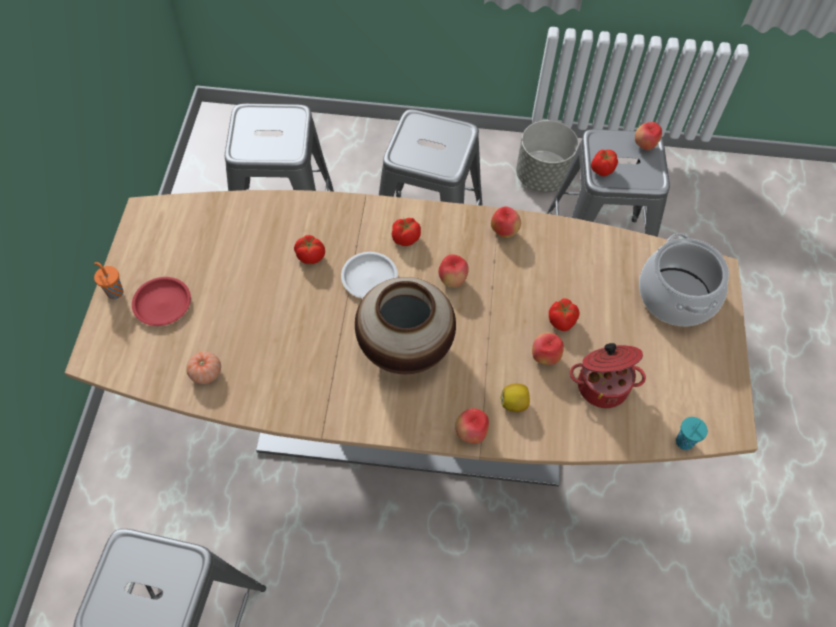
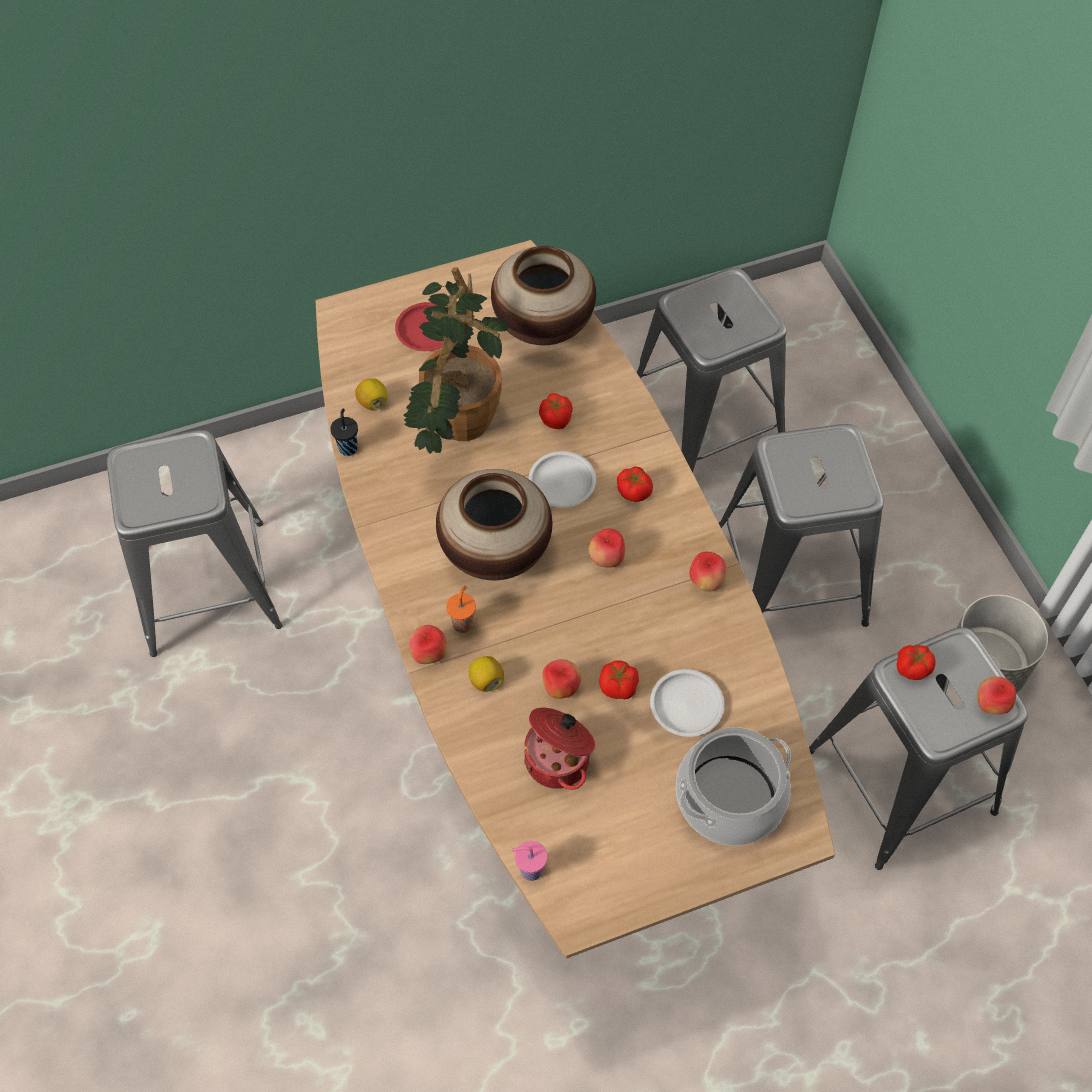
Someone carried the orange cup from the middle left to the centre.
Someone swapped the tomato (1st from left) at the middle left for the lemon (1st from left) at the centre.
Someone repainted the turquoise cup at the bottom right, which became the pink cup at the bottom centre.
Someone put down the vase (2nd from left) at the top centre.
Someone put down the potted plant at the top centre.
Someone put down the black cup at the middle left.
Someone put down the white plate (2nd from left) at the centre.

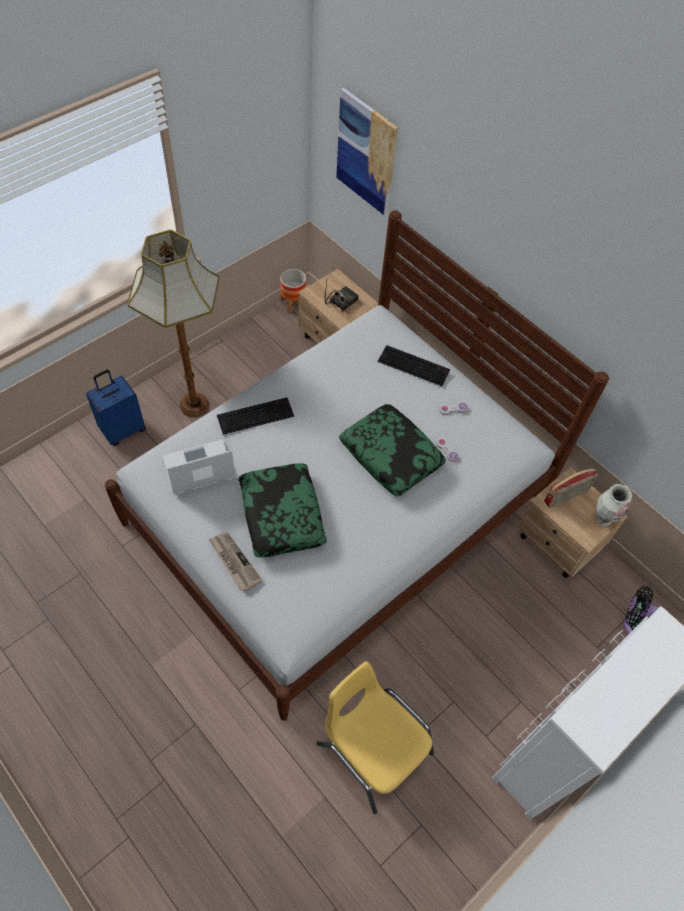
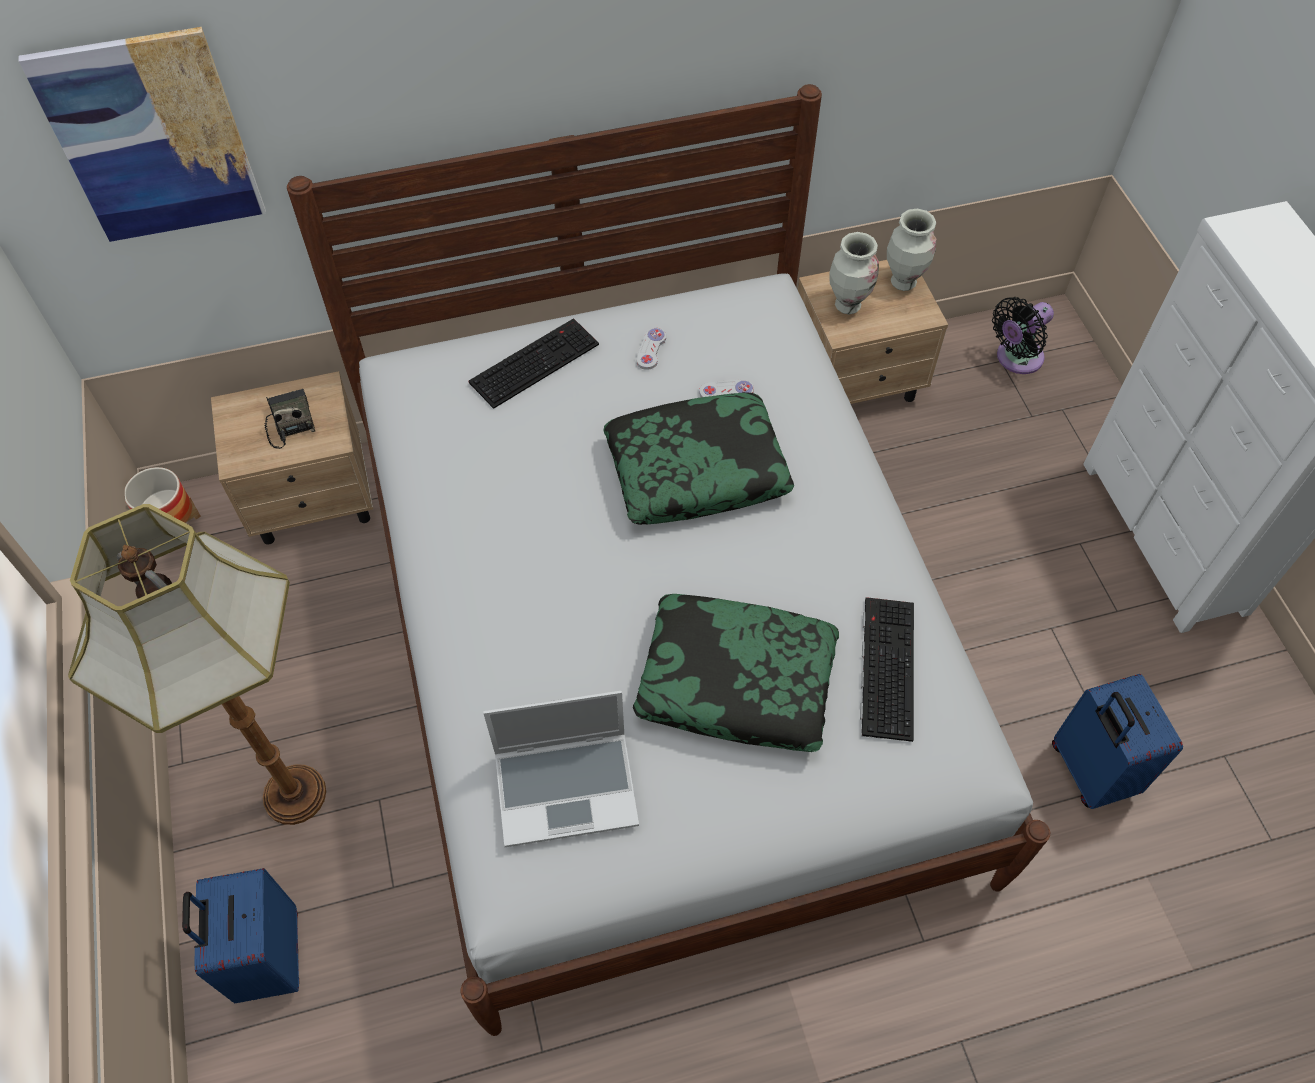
Someone carried the keyboard (1st from left in the first image) from the centre to the middle right.
Someone rotated the laptop at the middle left by 105 degrees counterclockwise.
Someone swapped the radio (2nd from left) at the middle right for the vase (1st from left) at the top centre.
Someone took away the newspaper at the centre.
Someone swapped the yellow chair at the bottom centre for the blue suitcase (2nd from left) at the bottom right.

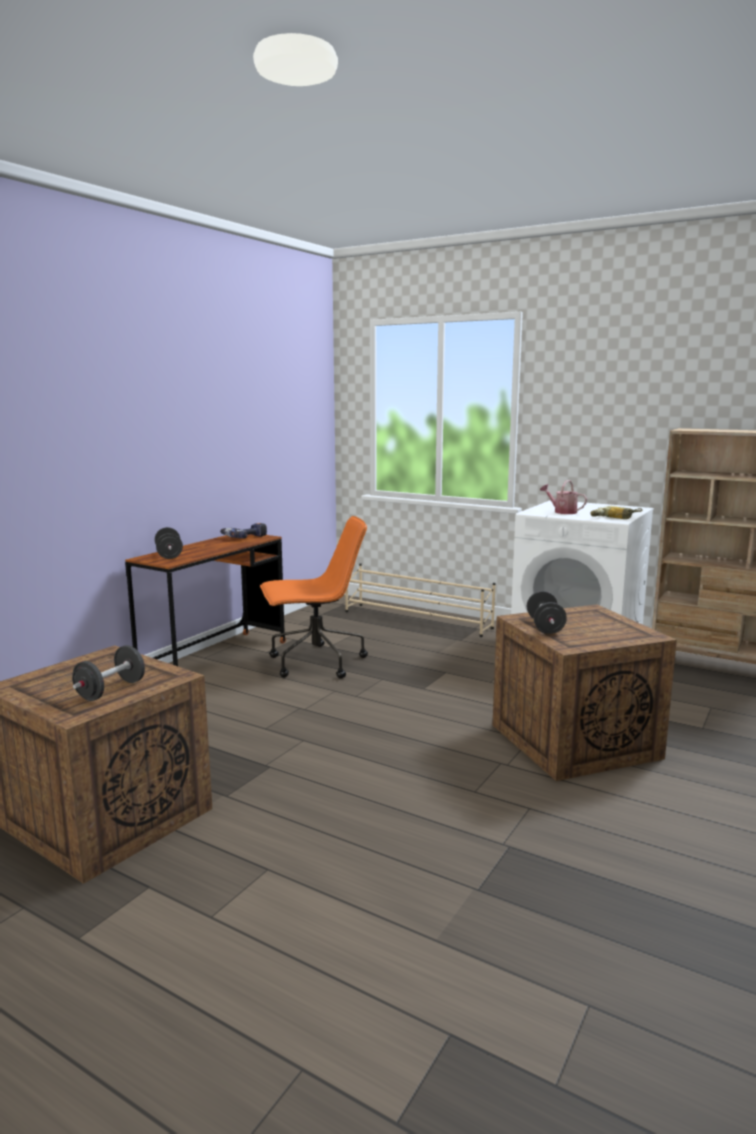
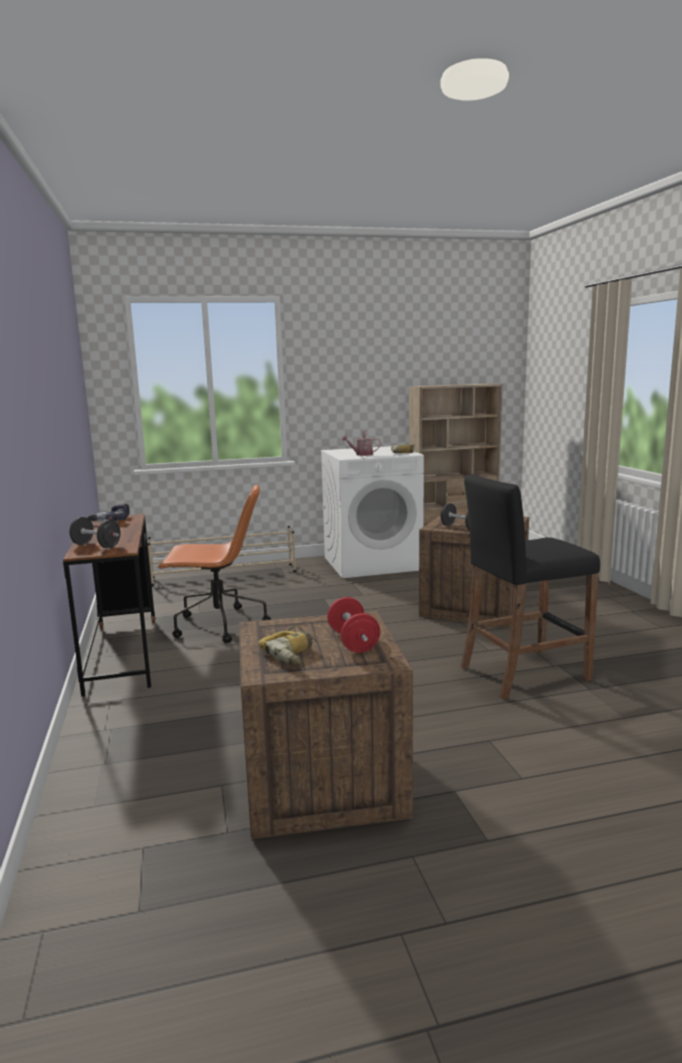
Someone rotated the orange office chair at the centre by 60 degrees clockwise.
Someone repainted the black dumbbell (1st from left) at the middle left, which became the red dumbbell at the centre.
Someone put down the black stool at the middle right.
Someone put down the power drill (2nd from left) at the centre.

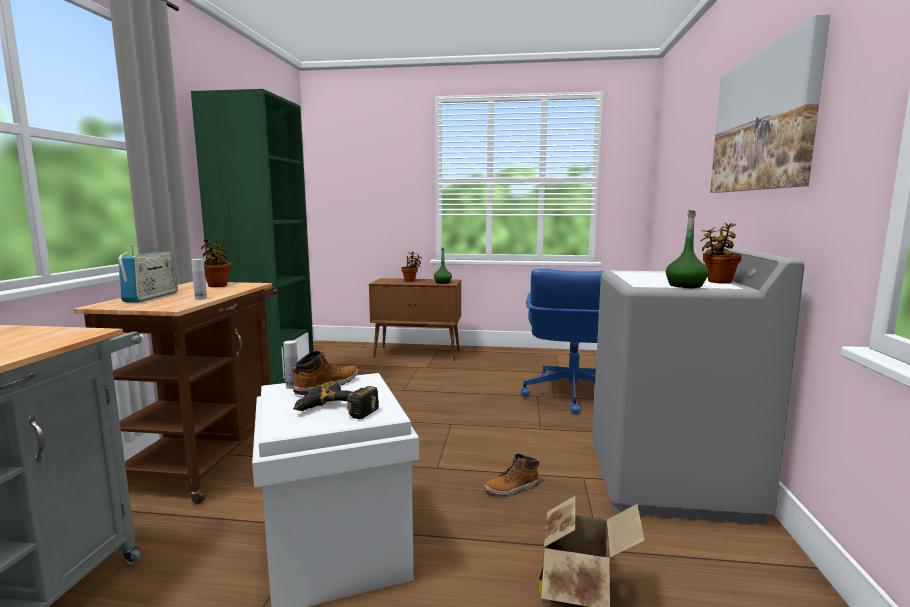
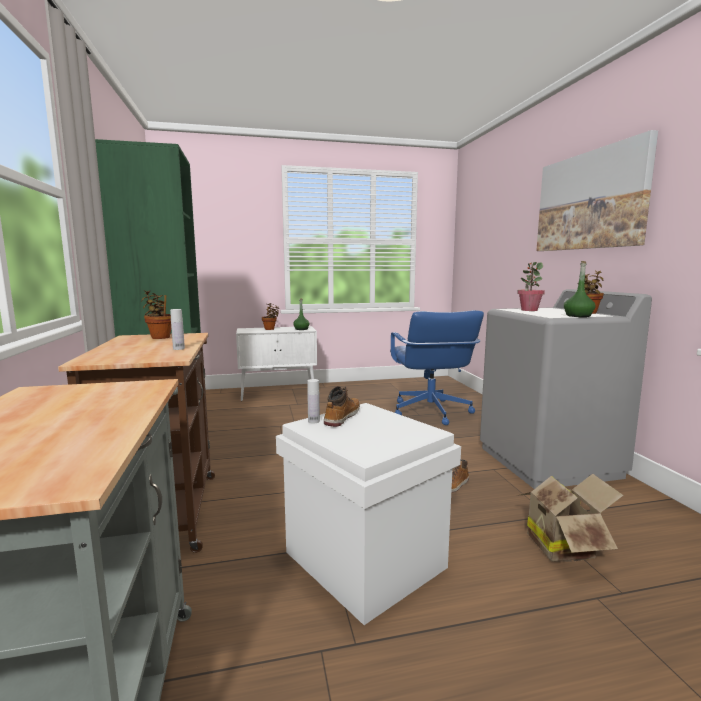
Someone took away the radio at the middle left.
Someone repainted the brown cabinet at the centre, which became the white cabinet at the centre.
Someone took away the power drill at the centre.
Someone put down the potted plant (3rd from left) at the middle right.

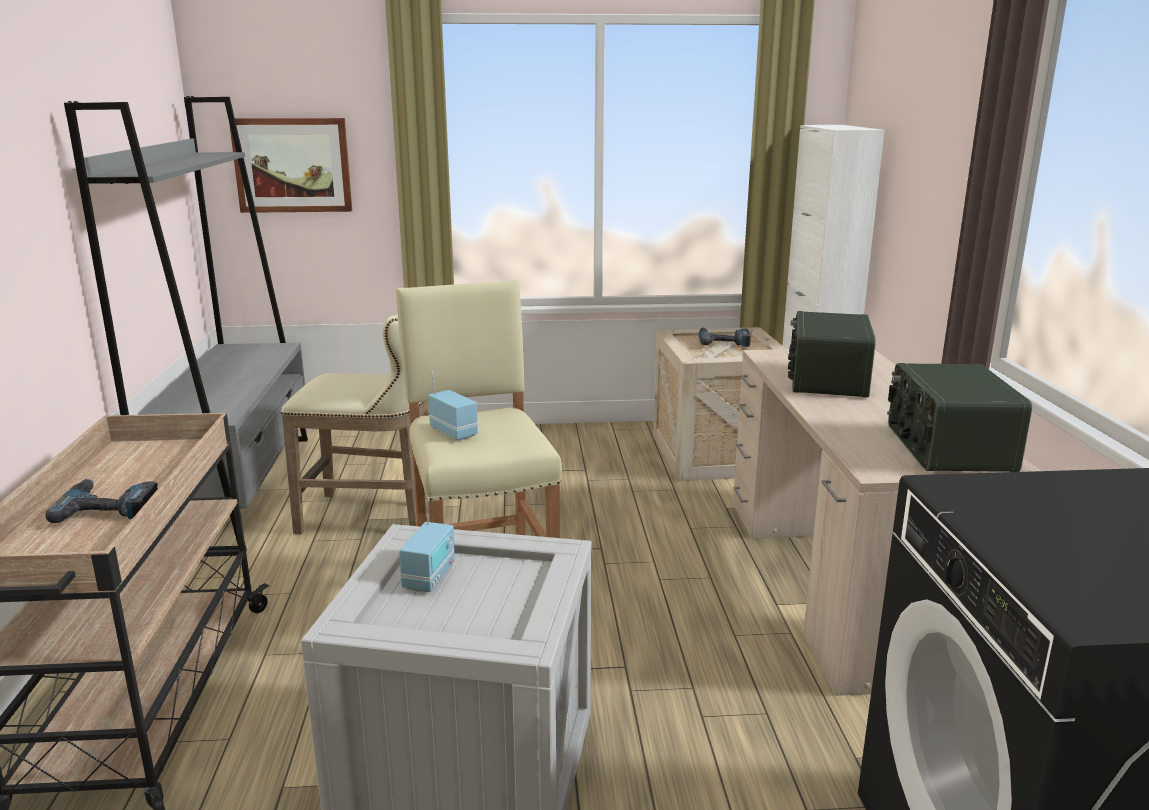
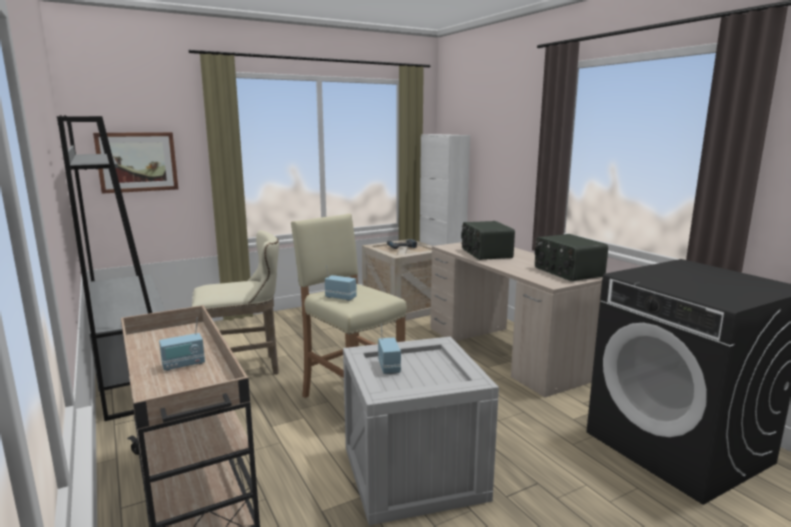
Someone swapped the power drill (1st from left) at the middle left for the radio (1st from left) at the middle left.

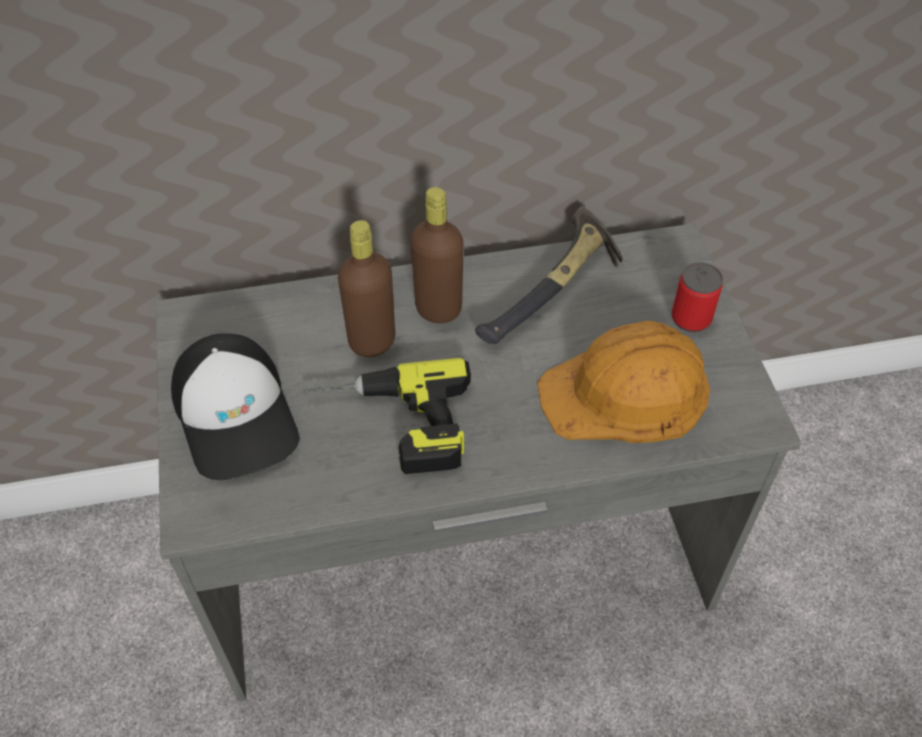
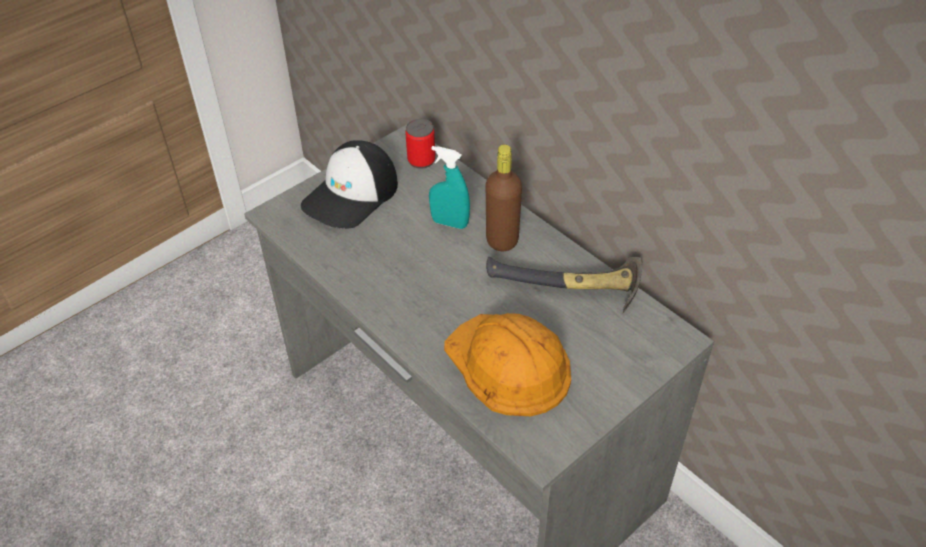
Someone swapped the brown bottle (1st from left) at the centre for the turquoise spray bottle at the centre.
Someone carried the can from the middle right to the top centre.
Someone took away the power drill at the centre.

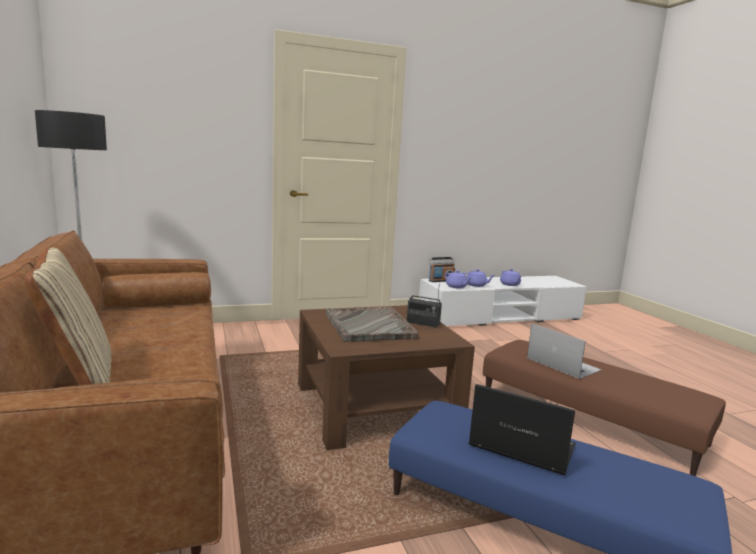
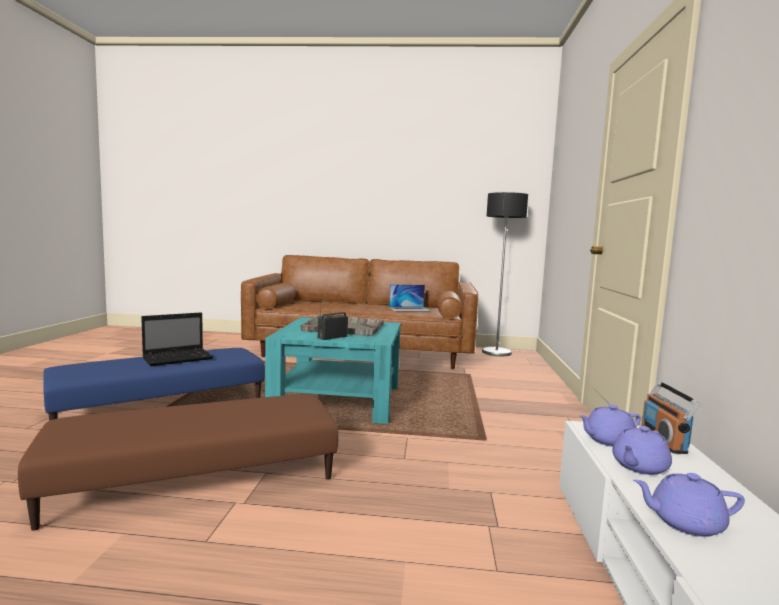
Someone took away the beige pillow at the middle left.
Someone repainted the brown coffee table at the bottom centre, which became the turquoise coffee table at the centre.
Someone carried the laptop (2nd from left) from the middle right to the centre.

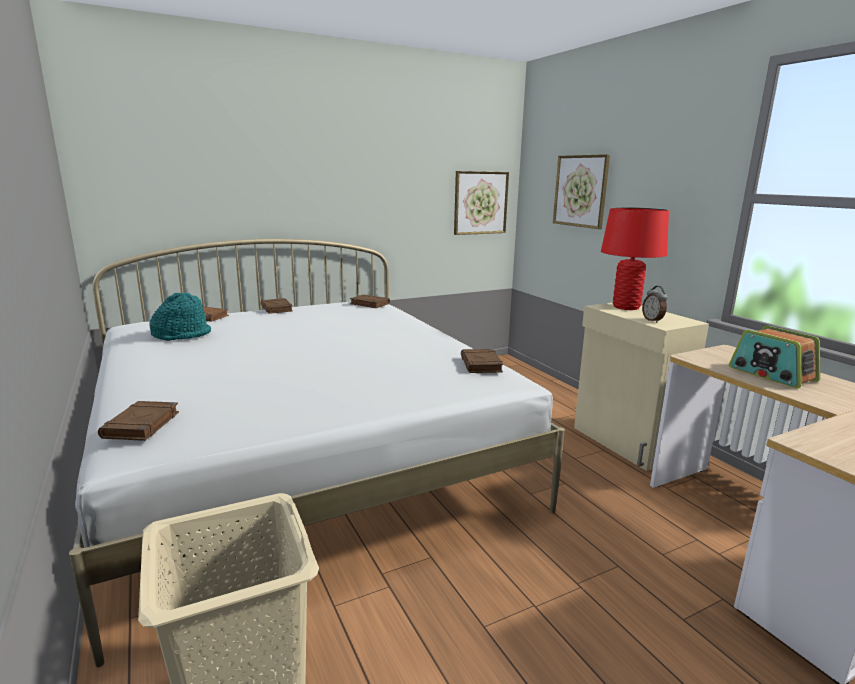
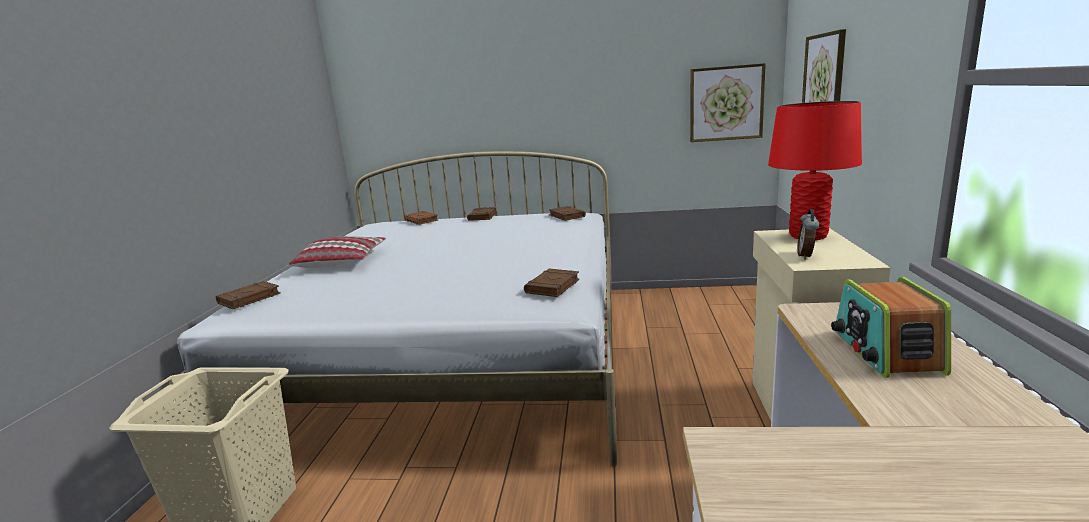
Someone took away the turquoise hat at the middle left.
Someone put down the pillow at the middle left.

